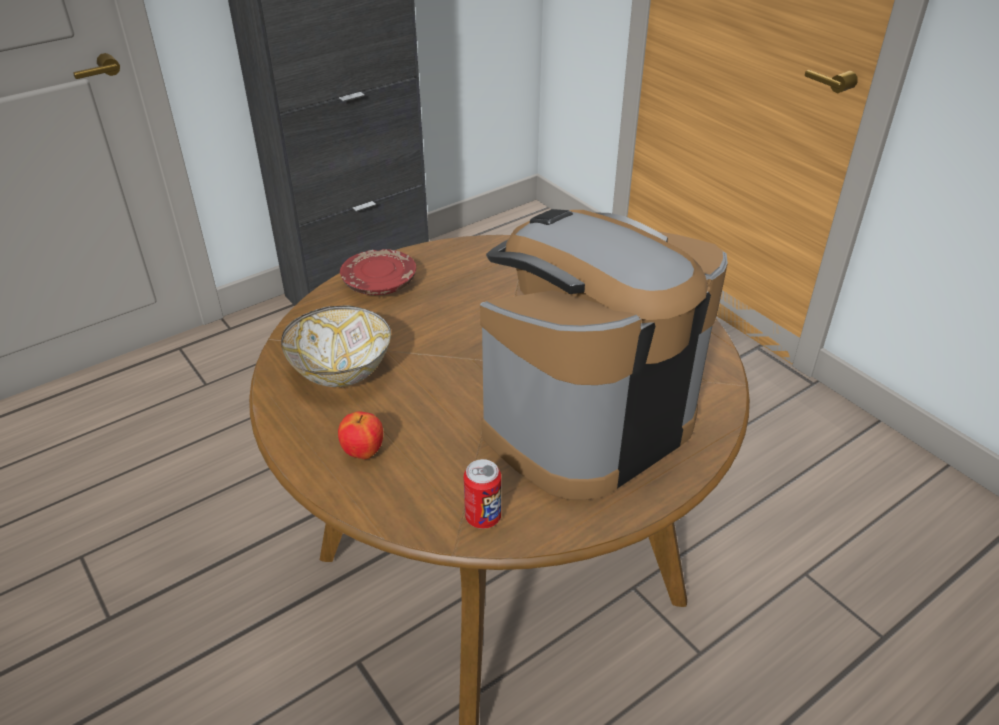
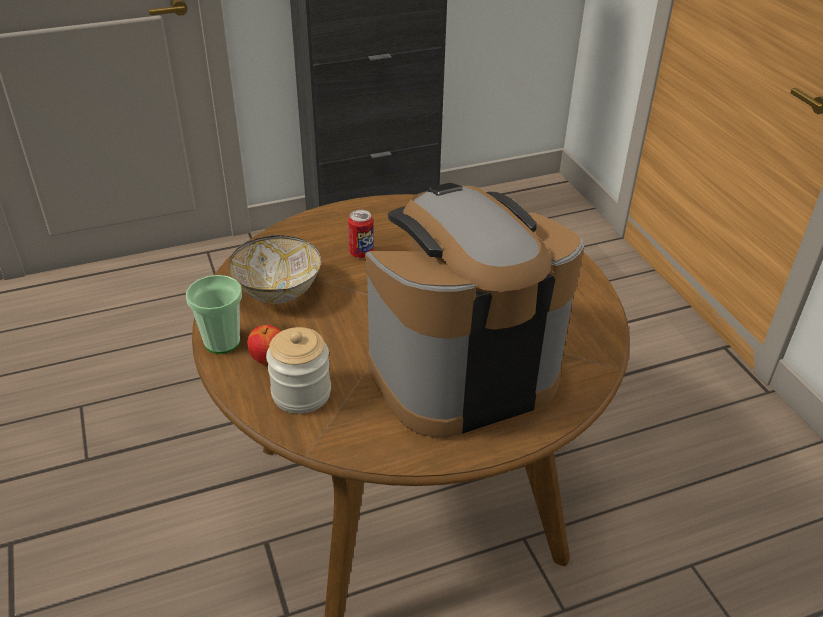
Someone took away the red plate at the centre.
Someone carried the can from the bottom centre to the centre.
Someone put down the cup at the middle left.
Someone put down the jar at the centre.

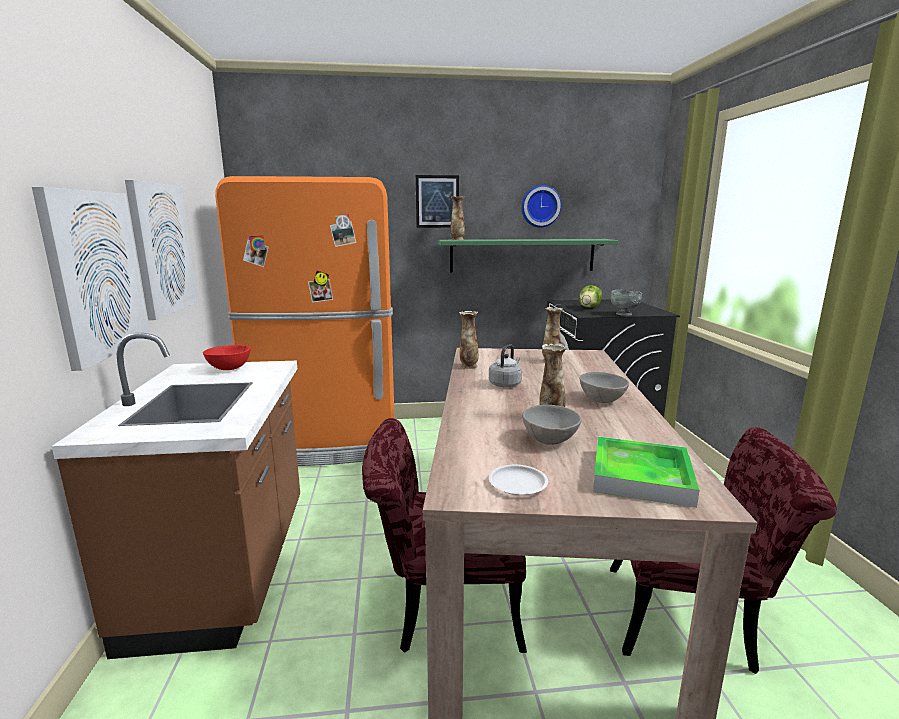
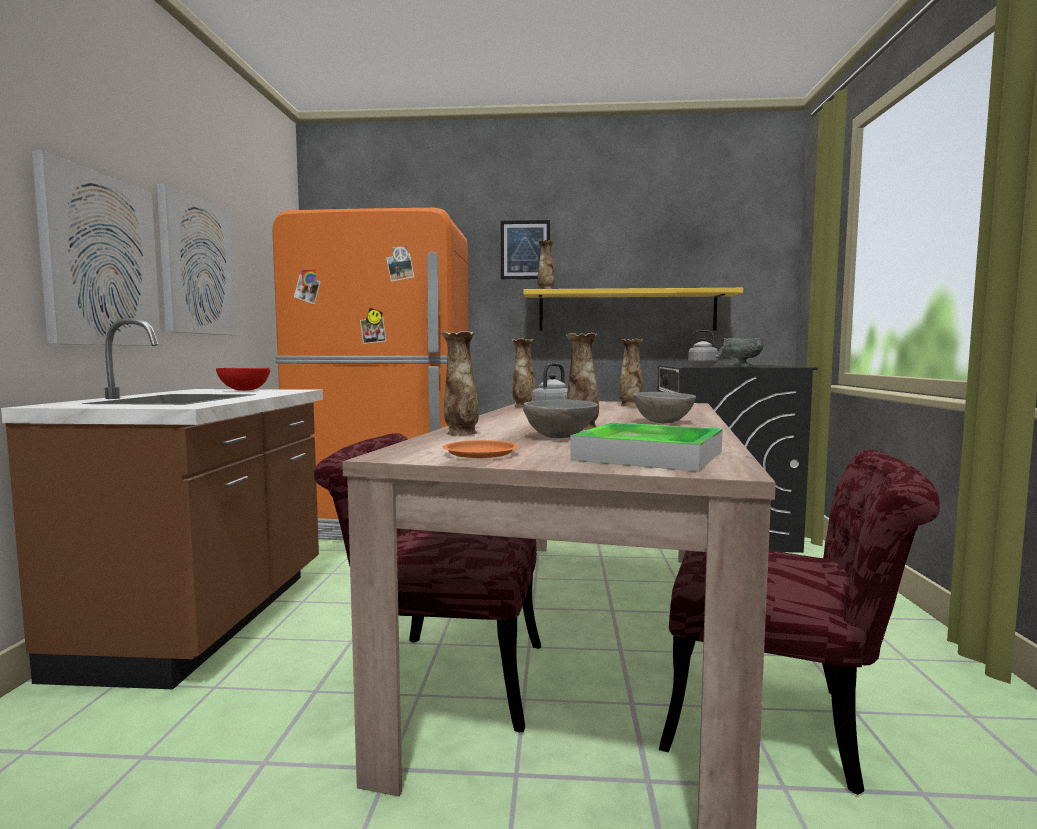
Someone took away the wall clock at the top centre.
Someone repainted the green shelf at the centre, which became the yellow shelf at the centre.
Someone swapped the lettuce at the centre for the grey kettle (2nd from left) at the middle right.
Someone repainted the white plate at the bottom centre, which became the orange plate at the centre.
Someone put down the vase (1st from left) at the centre.

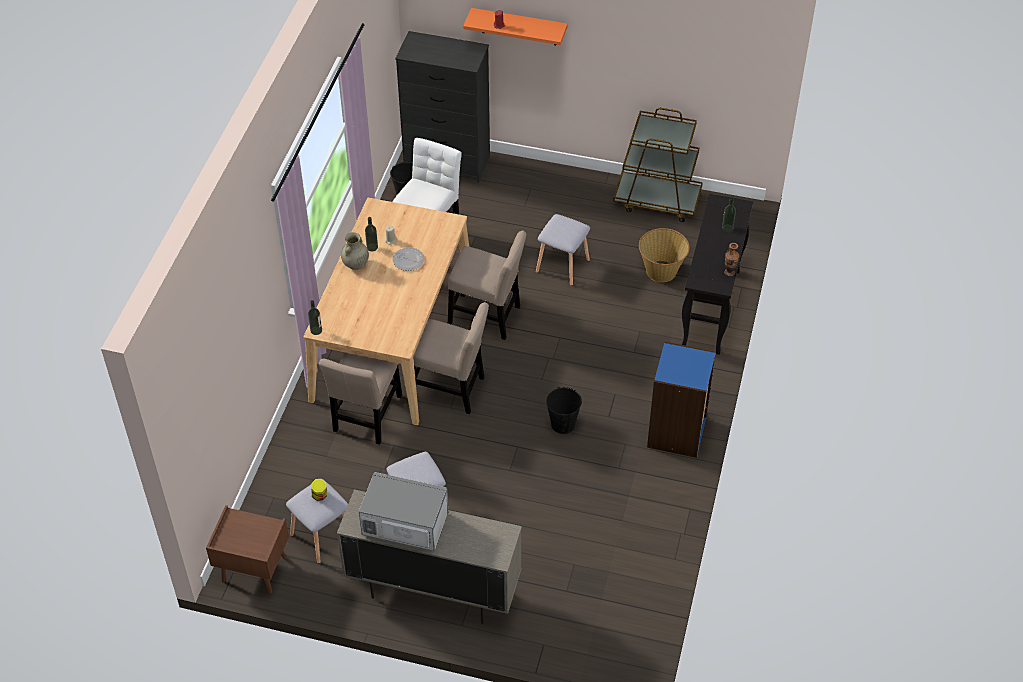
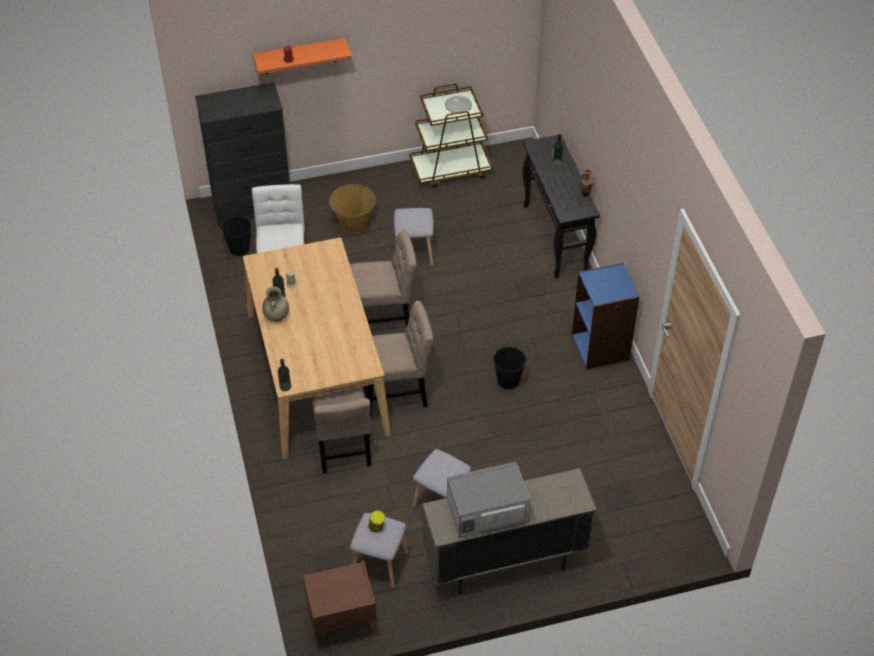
Someone carried the basket from the centre to the top centre.
Someone carried the plate from the centre to the top centre.

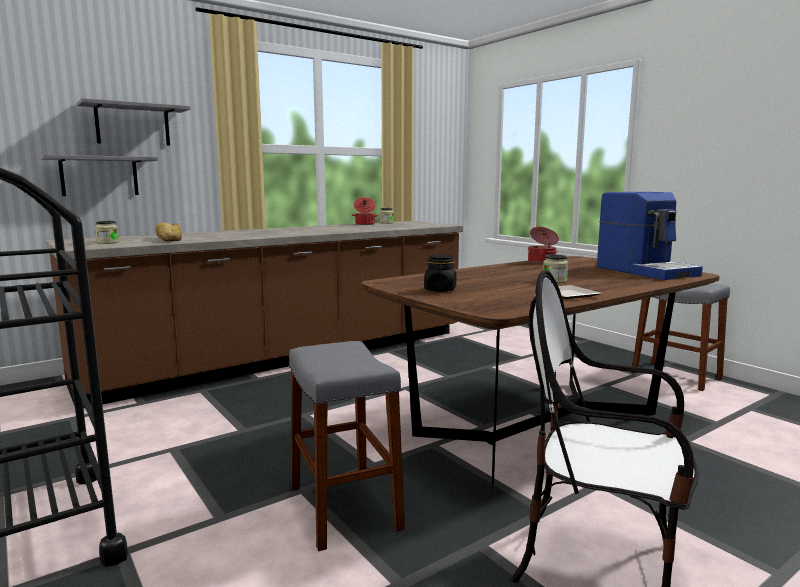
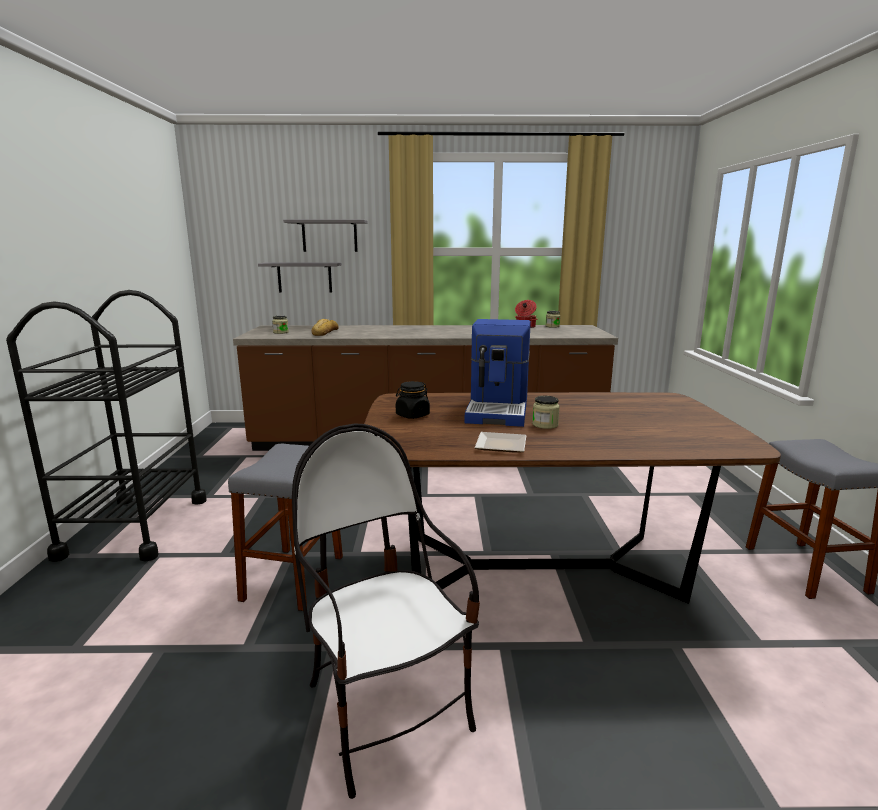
Someone carried the coffee machine from the middle right to the centre.
Someone took away the cooking pot (2nd from left) at the middle right.

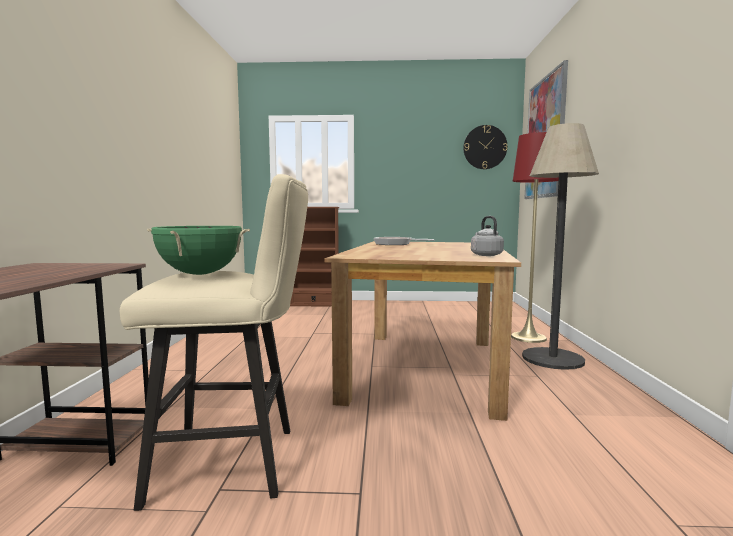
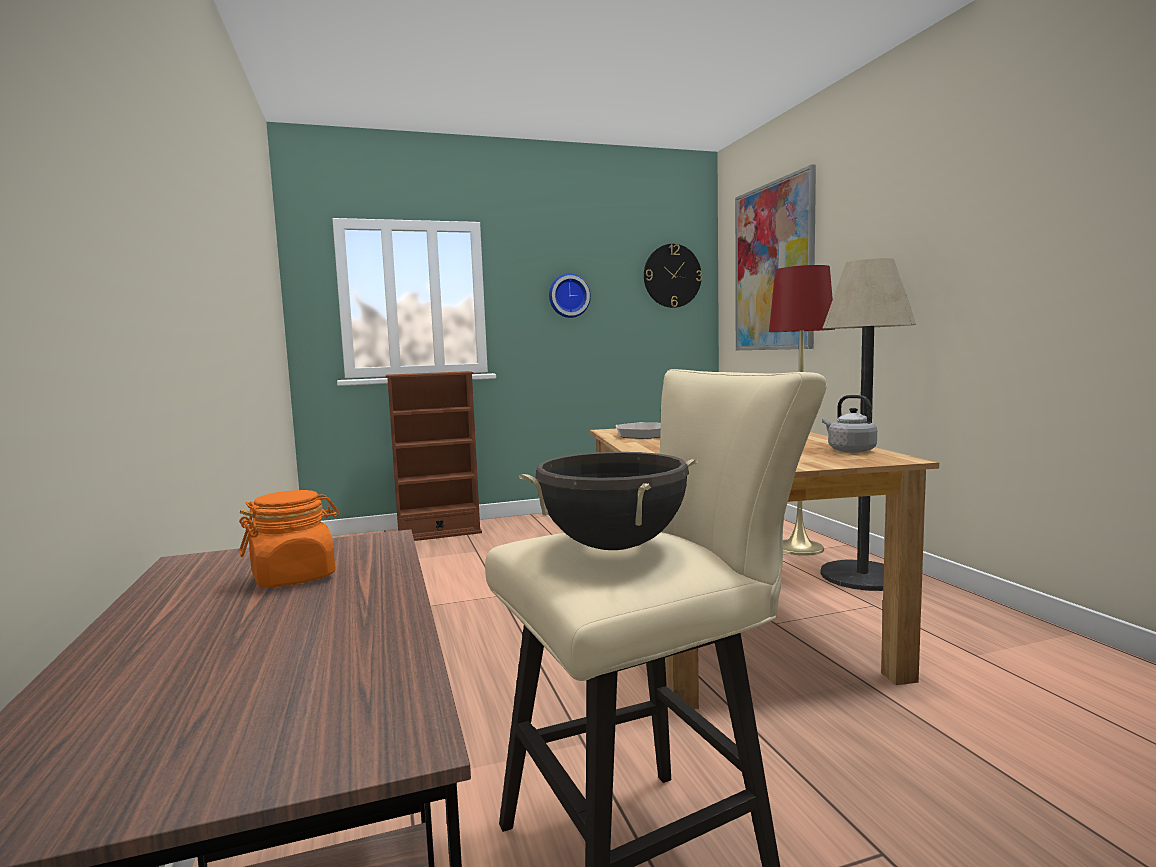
Someone repainted the green cooking pot at the middle left, which became the black cooking pot at the centre.
Someone put up the wall clock (1st from left) at the centre.
Someone put down the orange jar at the middle left.

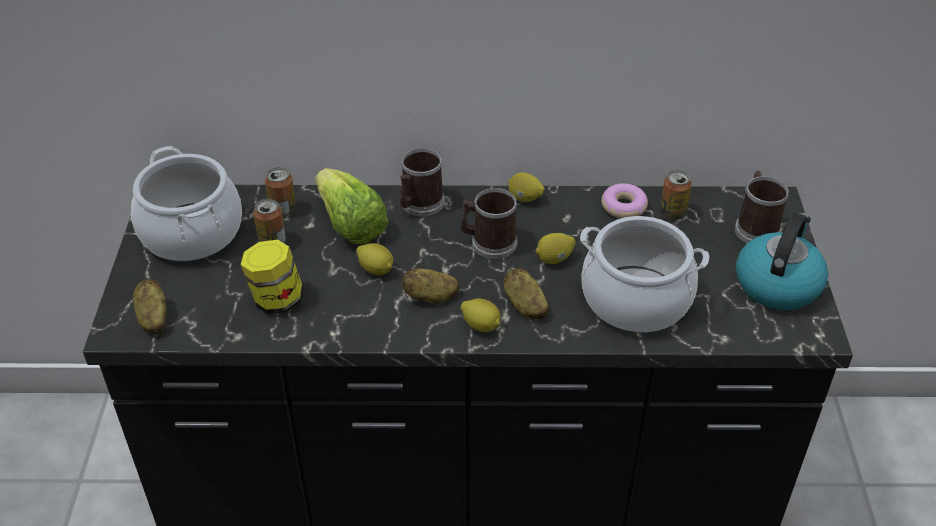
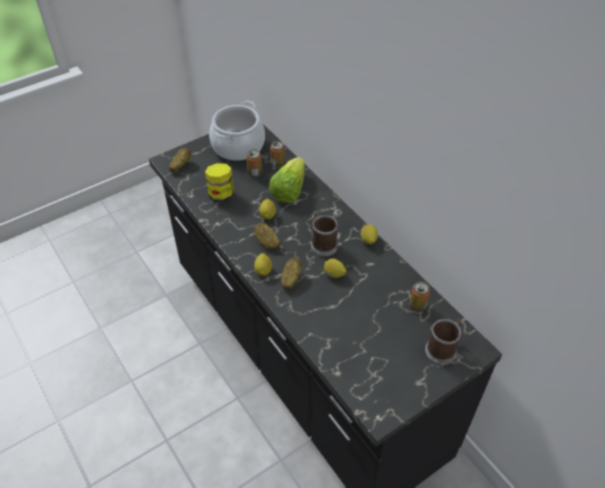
Someone took away the mug (1st from left) at the centre.
Someone took away the donut at the middle right.
Someone took away the kettle at the middle right.
Someone took away the cooking pot (2nd from left) at the middle right.

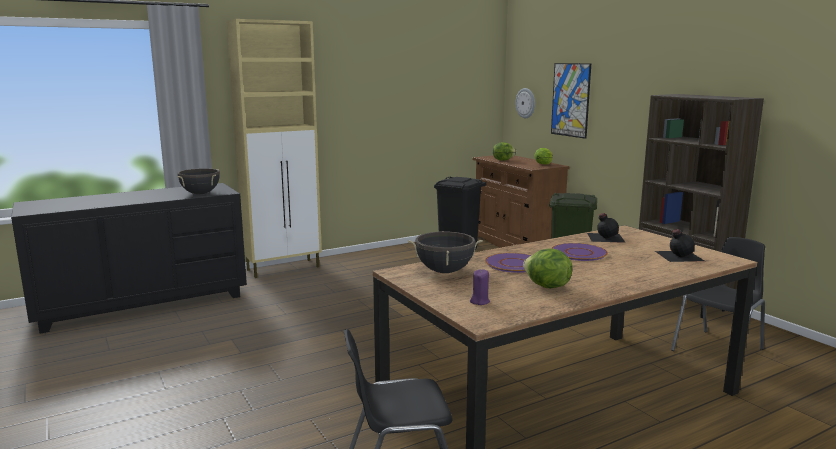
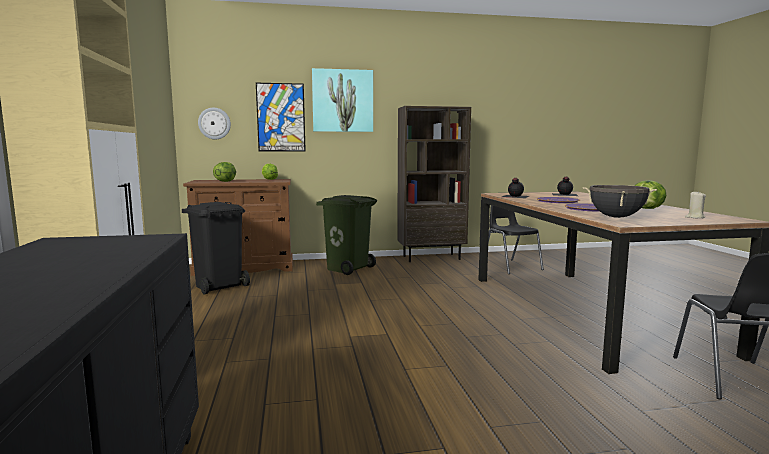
Someone took away the black cooking pot (1st from left) at the middle left.
Someone repainted the purple candle at the centre, which became the beige candle at the middle right.
Someone put up the picture (2nd from left) at the top centre.

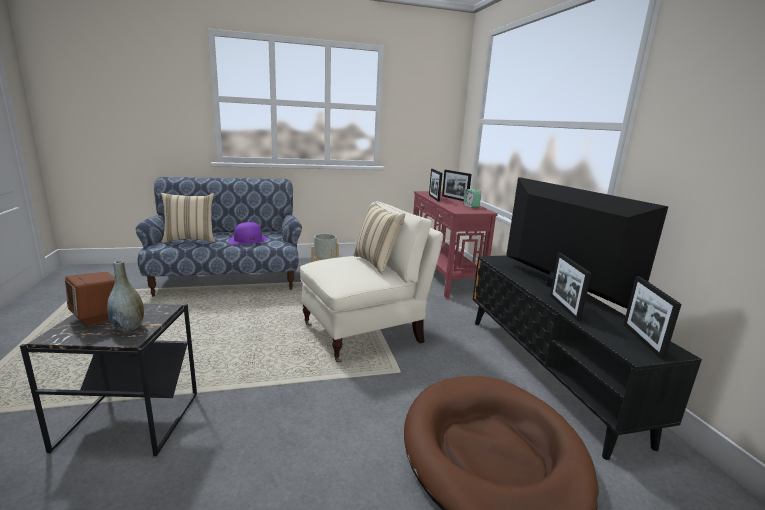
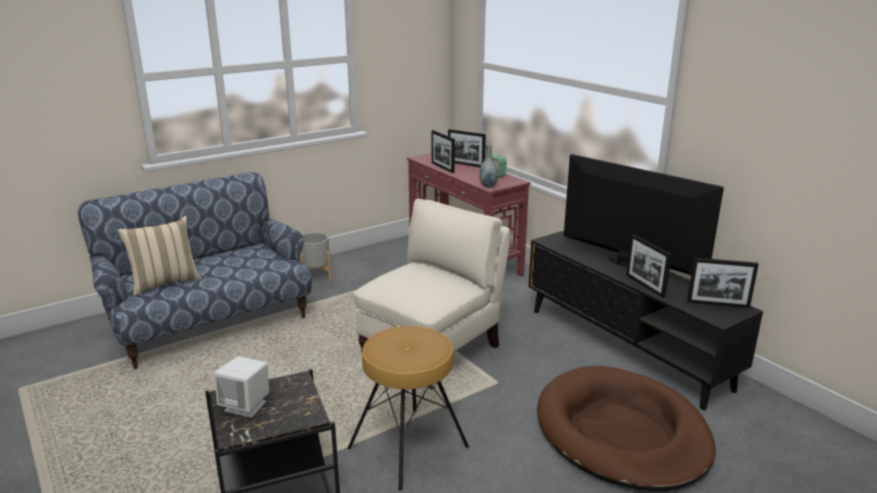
Someone took away the beige pillow (2nd from left) at the centre.
Someone took away the purple hat at the middle left.
Someone carried the grey vase from the middle left to the centre.
Someone repainted the brown speaker at the middle left, which became the white speaker at the bottom left.
Someone rotated the picture frame (4th from left) at the middle right by 60 degrees counterclockwise.
Someone put down the brown stool at the bottom centre.

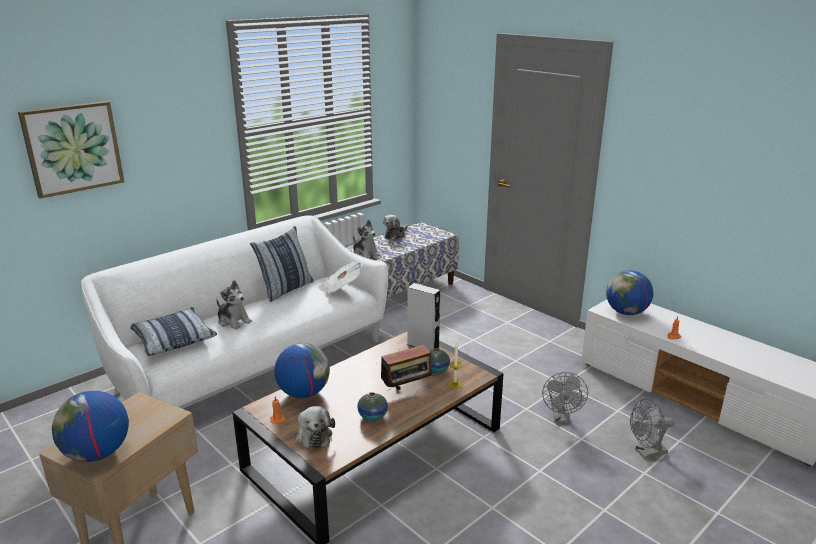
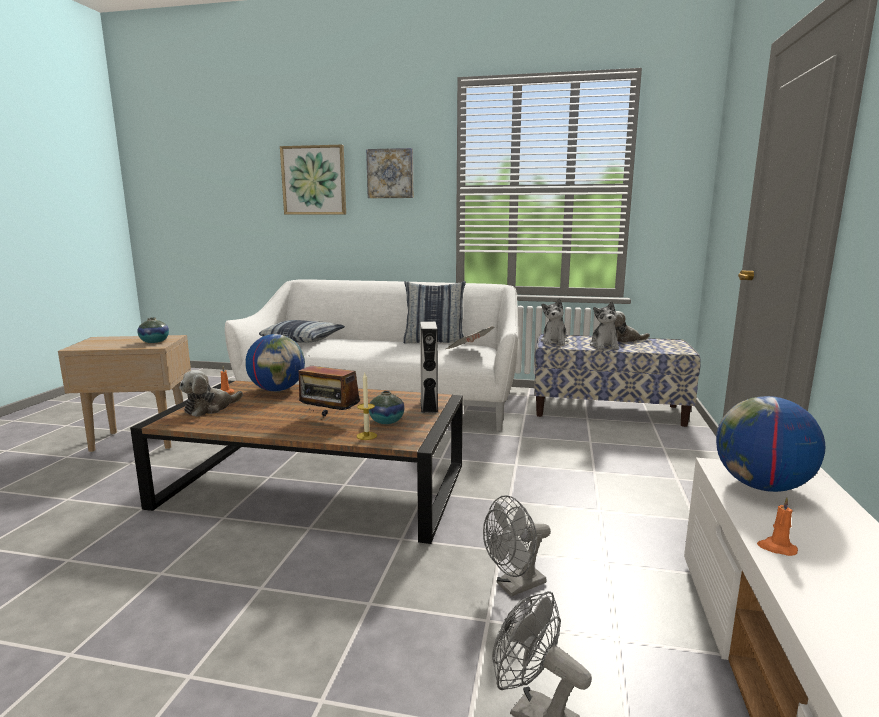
Someone carried the plush toy (1st from left in the first image) from the middle left to the middle right.
Someone took away the globe (1st from left) at the bottom left.
Someone carried the vase (1st from left) from the bottom centre to the middle left.
Someone put up the picture (2nd from left) at the top centre.

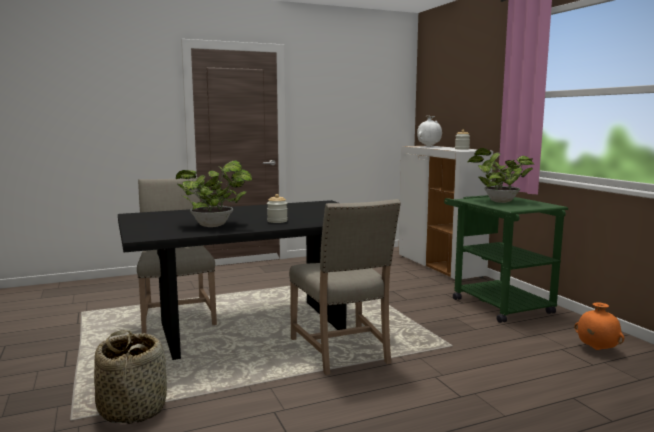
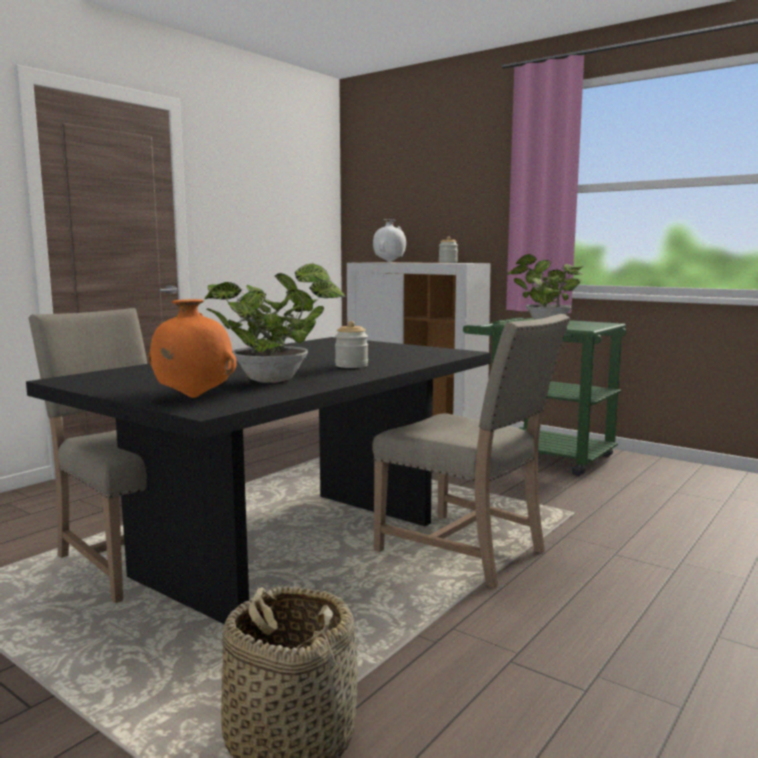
Someone carried the orange vase from the bottom right to the middle left.

